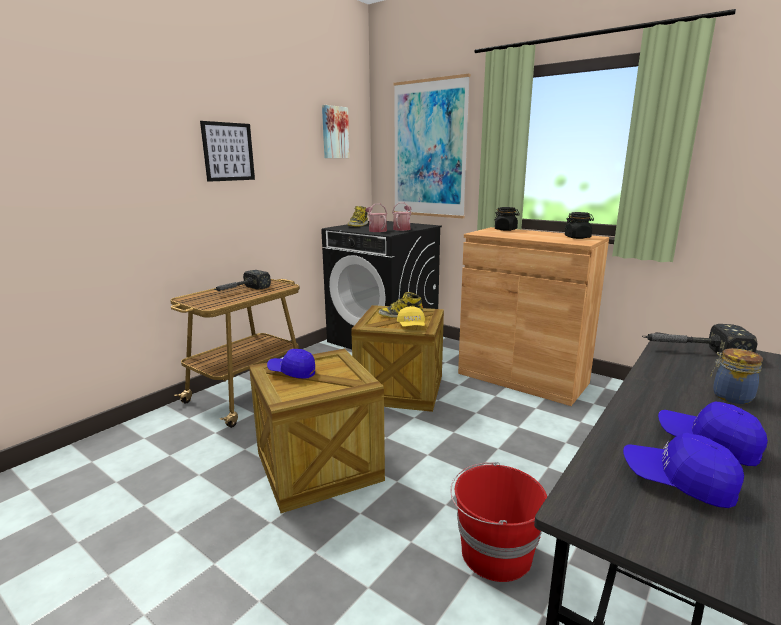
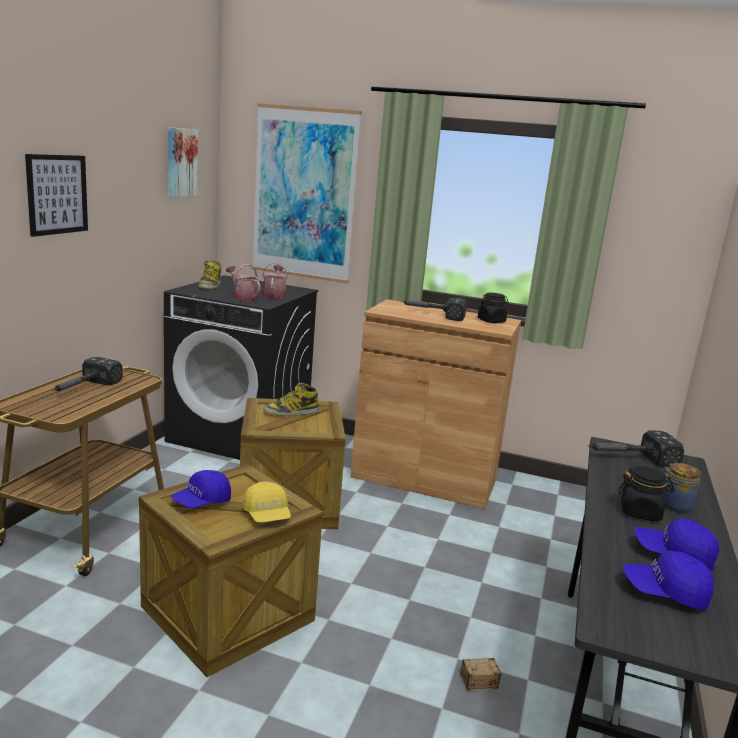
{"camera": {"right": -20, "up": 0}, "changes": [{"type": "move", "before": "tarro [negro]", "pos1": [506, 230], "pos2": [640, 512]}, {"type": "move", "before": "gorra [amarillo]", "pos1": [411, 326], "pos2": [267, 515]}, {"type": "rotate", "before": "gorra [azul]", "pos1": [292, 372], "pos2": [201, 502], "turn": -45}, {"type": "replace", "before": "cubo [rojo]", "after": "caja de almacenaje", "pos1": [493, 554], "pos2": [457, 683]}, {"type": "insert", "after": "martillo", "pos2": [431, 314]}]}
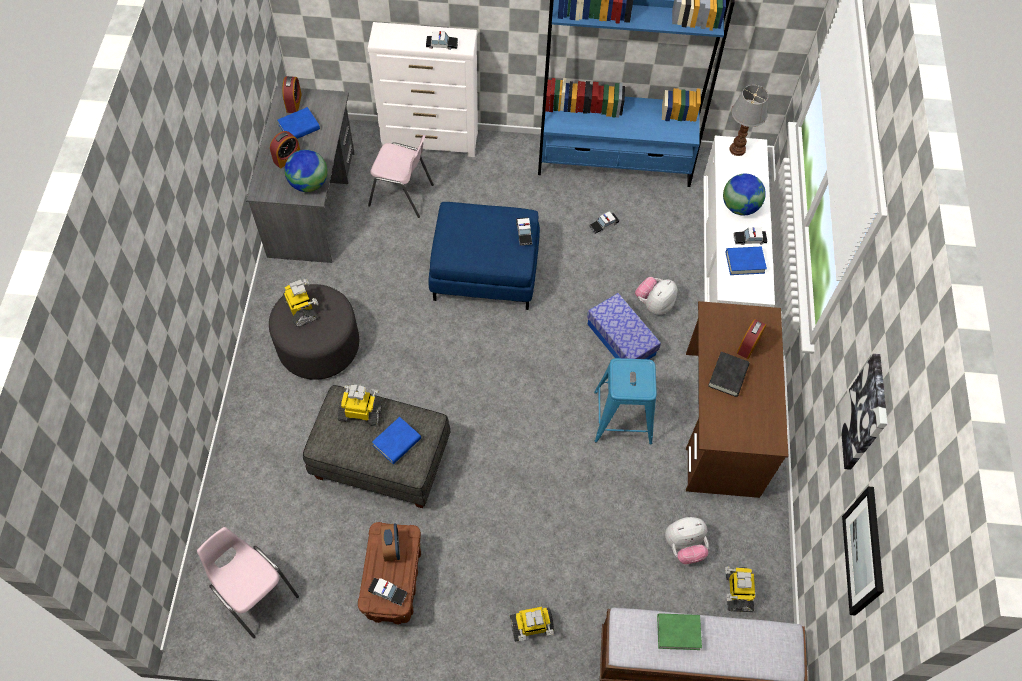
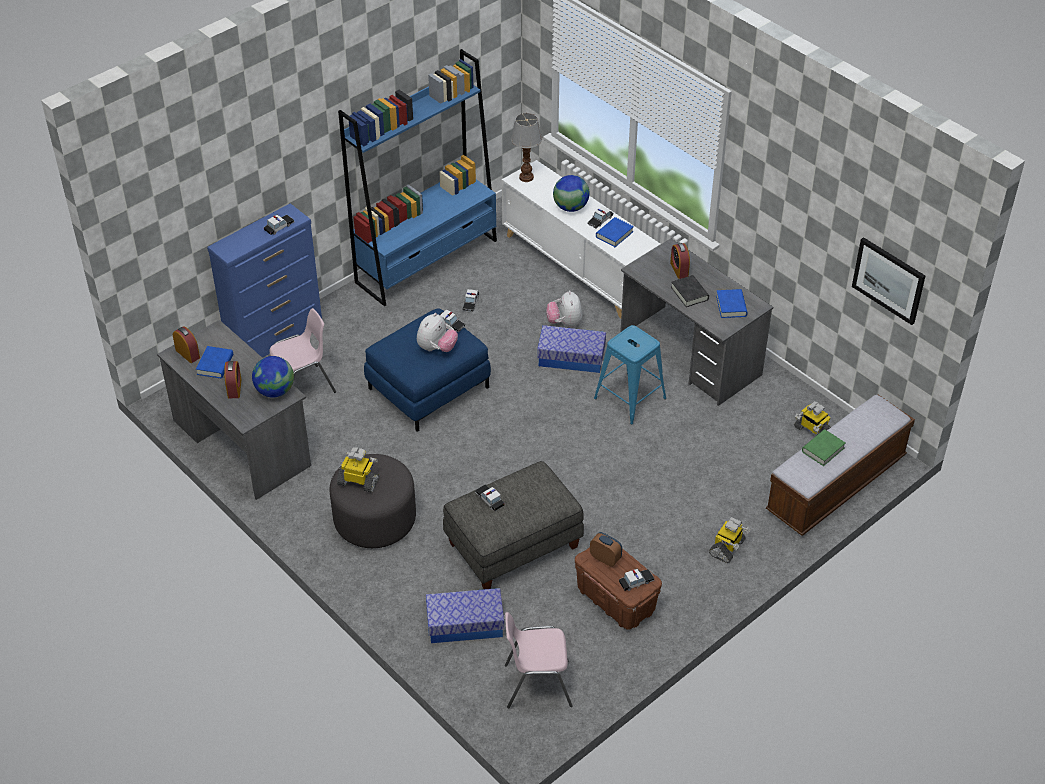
{"camera": {"right": -45, "up": -15}, "changes": [{"type": "recolor", "before": "cómoda [blanco]", "after": "cómoda [azul]", "pos1": [431, 141], "pos2": [276, 341]}, {"type": "recolor", "before": "escritorio [marrón]", "after": "escritorio [gris]", "pos1": [720, 423], "pos2": [690, 355]}, {"type": "delete", "before": "cuadro", "pos1": [865, 413]}, {"type": "replace", "before": "robot de juguete", "after": "coche de juguete", "pos1": [361, 413], "pos2": [489, 499]}, {"type": "move", "before": "libro [azul]", "pos1": [397, 442], "pos2": [731, 306]}, {"type": "move", "before": "peluche", "pos1": [684, 546], "pos2": [437, 348]}, {"type": "insert", "after": "caja de almacenaje", "pos2": [465, 624]}]}
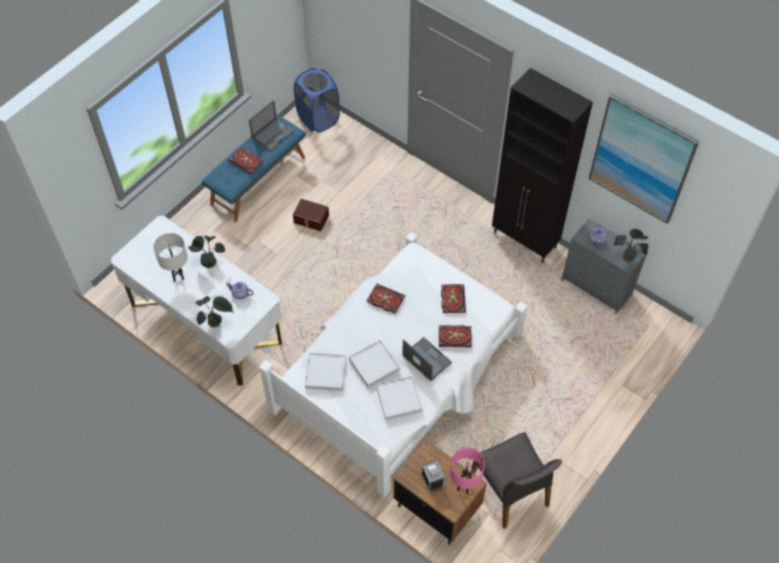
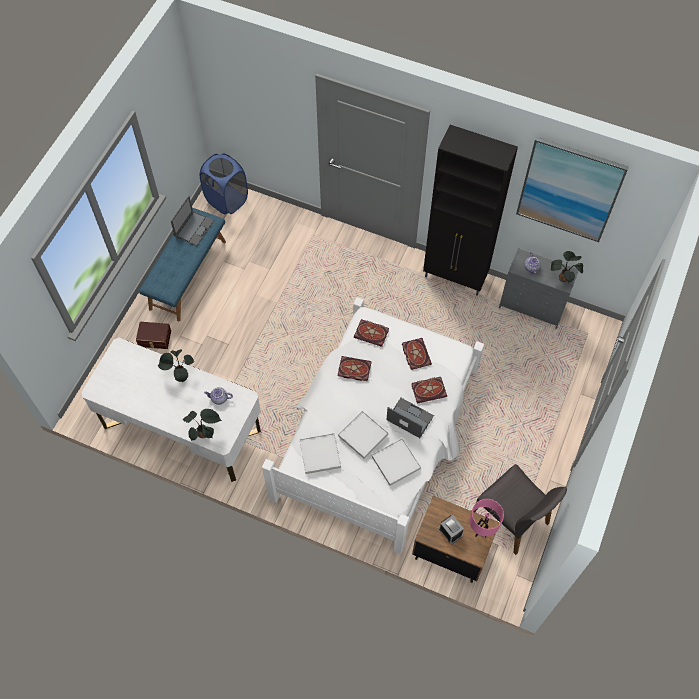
{"camera": {"right": -15, "up": 5}, "changes": [{"type": "move", "before": "libro", "pos1": [247, 161], "pos2": [372, 333]}, {"type": "move", "before": "caja de almacenaje [marrón]", "pos1": [311, 219], "pos2": [154, 339]}, {"type": "delete", "before": "lámpara de mesa [blanco]", "pos1": [178, 276]}]}
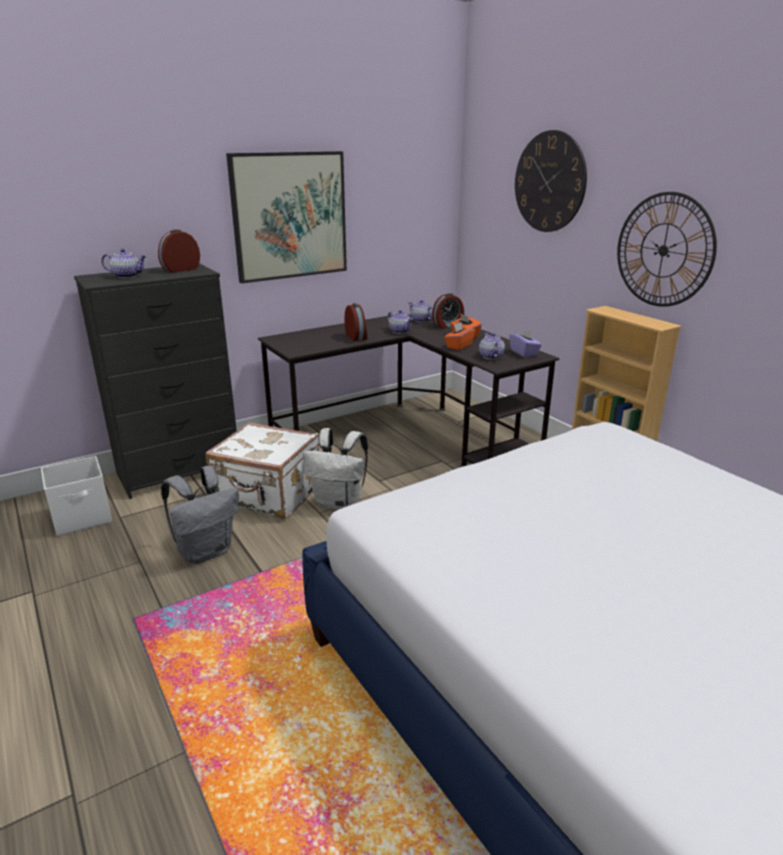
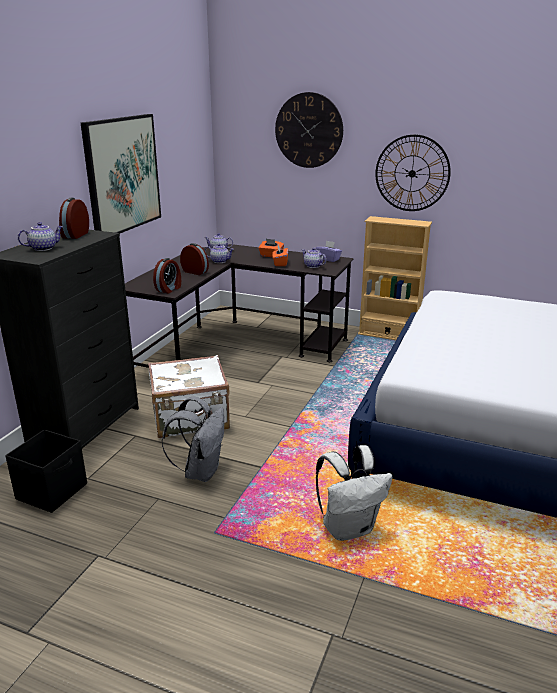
{"camera": {"right": -35, "up": 0}, "changes": [{"type": "move", "before": "despertador", "pos1": [448, 325], "pos2": [169, 289]}, {"type": "move", "before": "mochila [blanco]", "pos1": [339, 503], "pos2": [349, 528]}, {"type": "recolor", "before": "caja de almacenaje [blanco]", "after": "caja de almacenaje [negro]", "pos1": [83, 518], "pos2": [53, 491]}]}
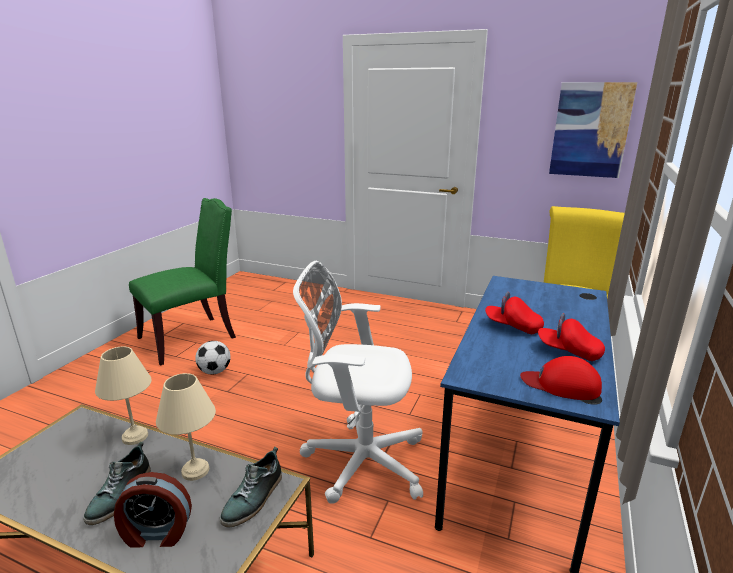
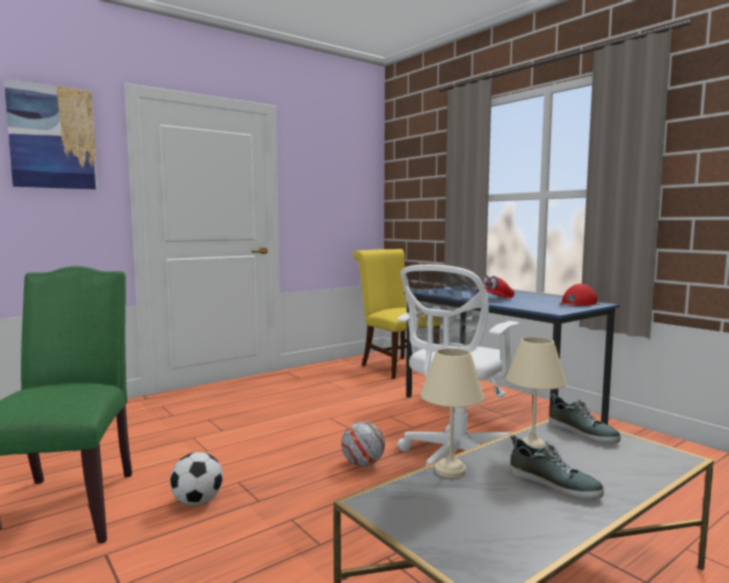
{"camera": {"right": -60, "up": -15}, "changes": [{"type": "move", "before": "cuadro", "pos1": [590, 130], "pos2": [52, 137]}, {"type": "delete", "before": "gorra [rojo]", "pos1": [568, 351]}, {"type": "delete", "before": "despertador", "pos1": [157, 533]}, {"type": "insert", "after": "balón de fútbol", "pos2": [363, 464]}]}
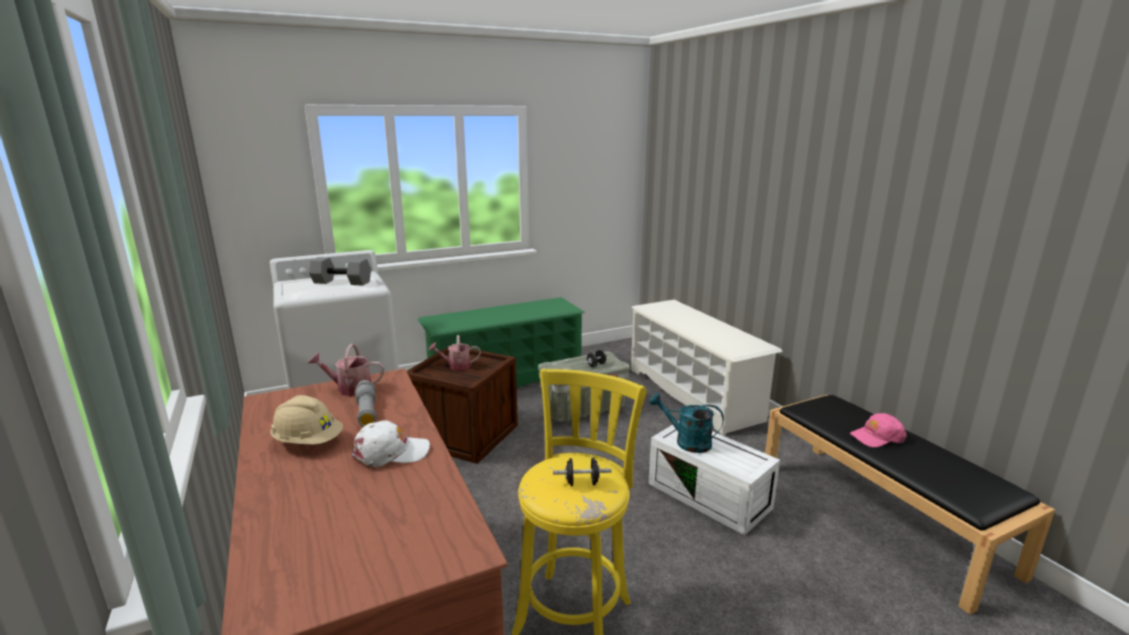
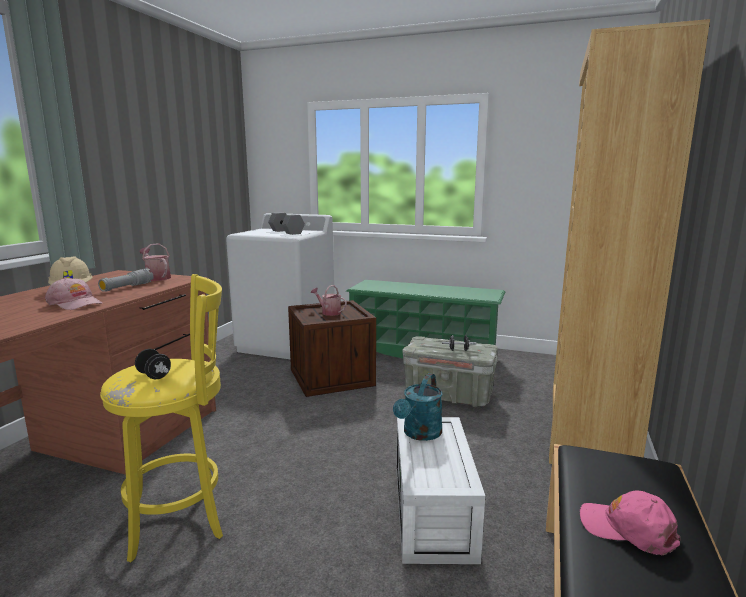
{"camera": {"right": 45, "up": -5}, "changes": [{"type": "replace", "before": "zapatero [blanco]", "after": "estantería [marrón]", "pos1": [693, 394], "pos2": [587, 427]}, {"type": "rotate", "before": "regadera [turquesa]", "pos1": [686, 442], "pos2": [420, 434], "turn": -135}, {"type": "recolor", "before": "gorra [blanco]", "after": "gorra [rosa]", "pos1": [391, 452], "pos2": [75, 303]}]}
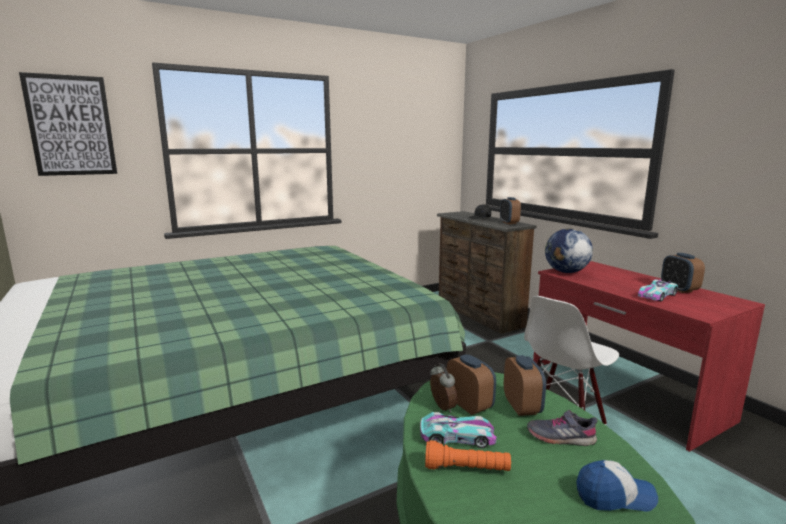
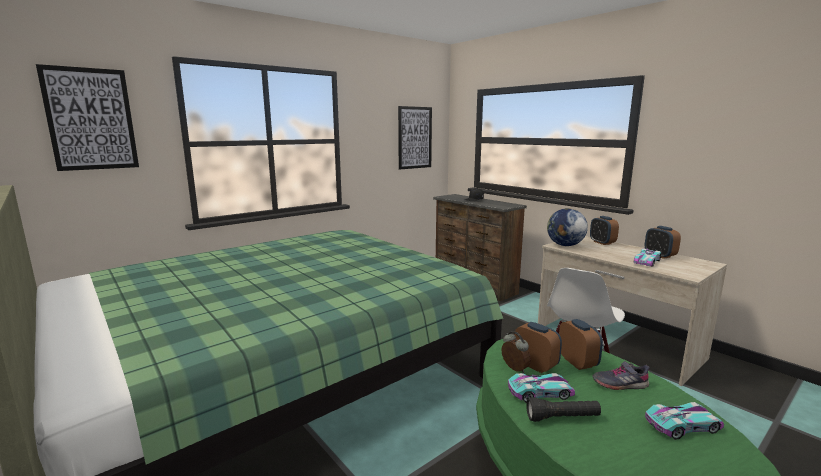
{"camera": {"right": -10, "up": 0}, "changes": [{"type": "move", "before": "despertador", "pos1": [509, 223], "pos2": [602, 242]}, {"type": "recolor", "before": "escritorio [rojo]", "after": "escritorio [beis]", "pos1": [623, 392], "pos2": [616, 343]}, {"type": "recolor", "before": "linterna [naranja]", "after": "linterna [negro]", "pos1": [467, 469], "pos2": [562, 418]}, {"type": "replace", "before": "gorra", "after": "coche de juguete", "pos1": [614, 496], "pos2": [683, 426]}, {"type": "insert", "after": "cuadro", "pos2": [414, 137]}]}
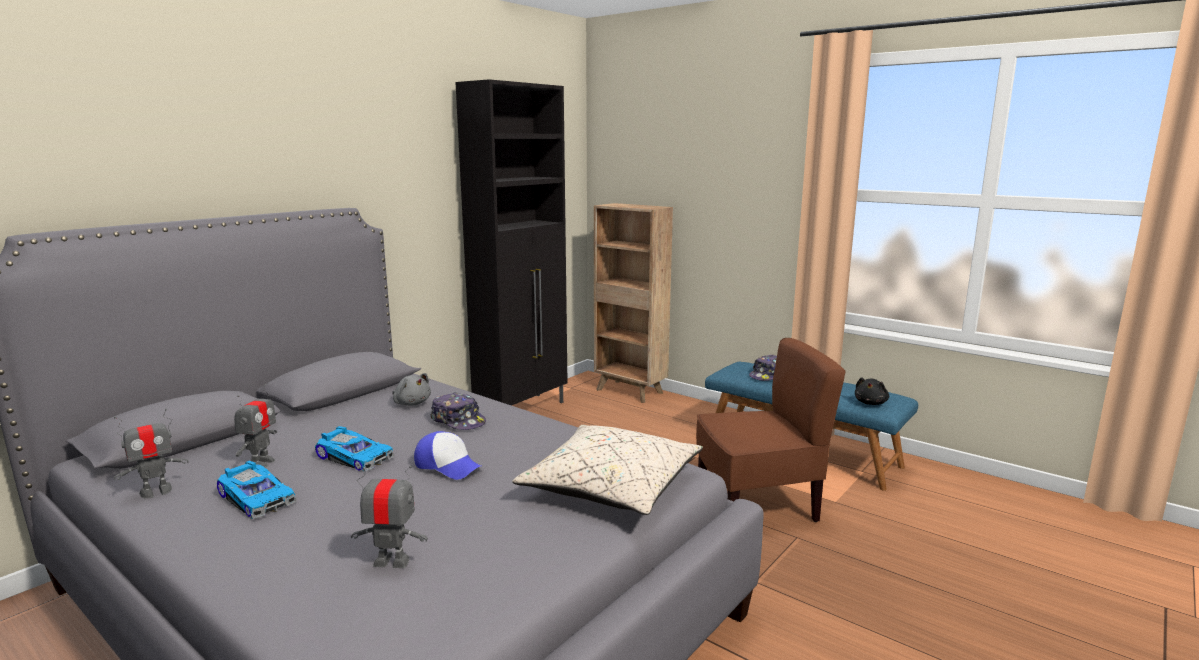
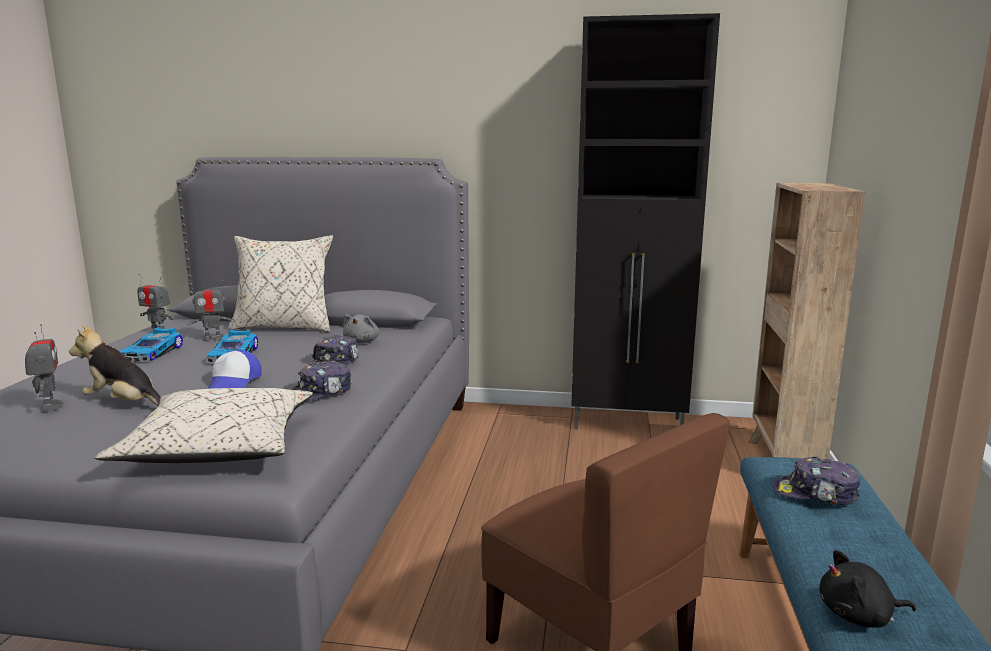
{"camera": {"right": 60, "up": 0}, "changes": [{"type": "insert", "after": "cojín [beis]", "pos2": [284, 327]}, {"type": "insert", "after": "peluche", "pos2": [125, 404]}, {"type": "insert", "after": "gorra", "pos2": [320, 393]}]}
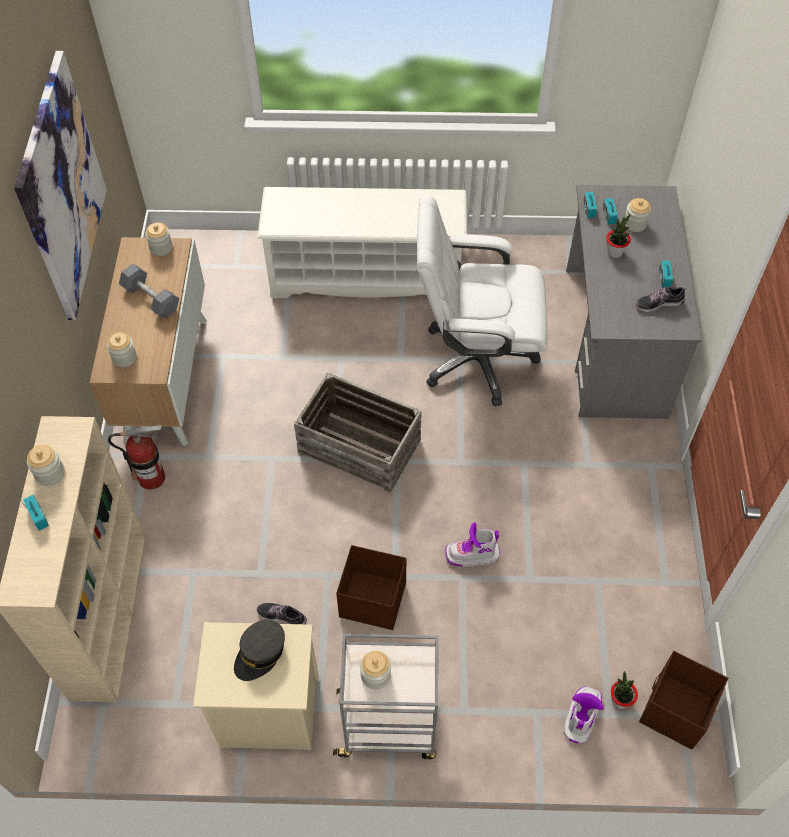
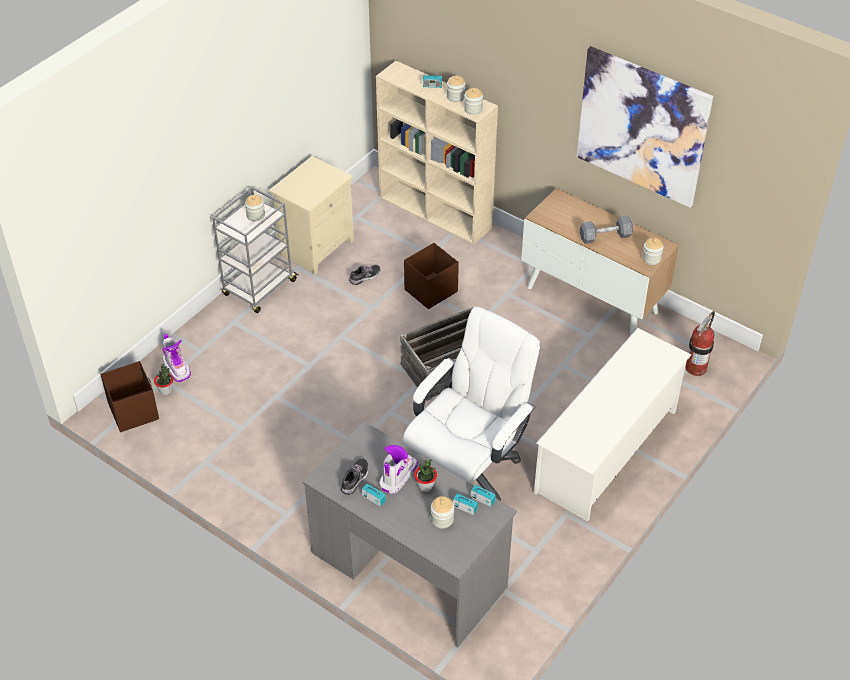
{"camera": {"right": 125, "up": -10}, "changes": [{"type": "move", "before": "tarro", "pos1": [124, 357], "pos2": [473, 109]}, {"type": "move", "before": "extintor", "pos1": [152, 478], "pos2": [696, 368]}, {"type": "move", "before": "bota", "pos1": [472, 555], "pos2": [397, 476]}, {"type": "move", "before": "caja de almacenaje [marrón]", "pos1": [372, 599], "pos2": [431, 290]}, {"type": "delete", "before": "gorra [gris]", "pos1": [260, 653]}]}
